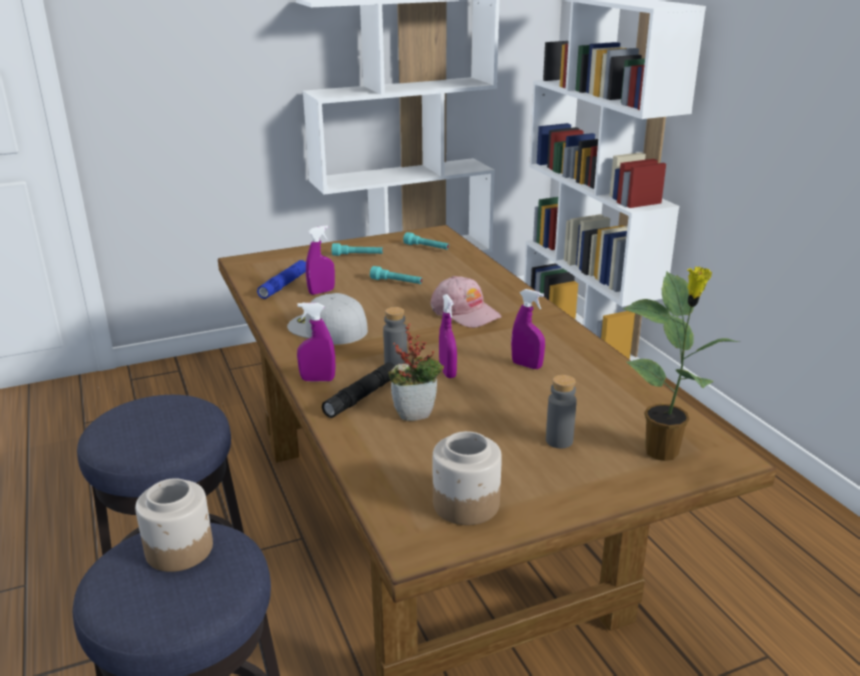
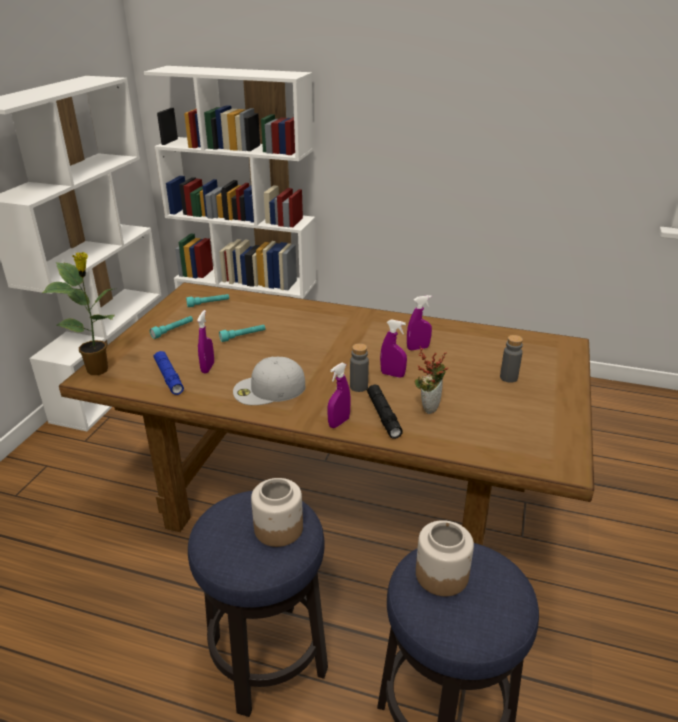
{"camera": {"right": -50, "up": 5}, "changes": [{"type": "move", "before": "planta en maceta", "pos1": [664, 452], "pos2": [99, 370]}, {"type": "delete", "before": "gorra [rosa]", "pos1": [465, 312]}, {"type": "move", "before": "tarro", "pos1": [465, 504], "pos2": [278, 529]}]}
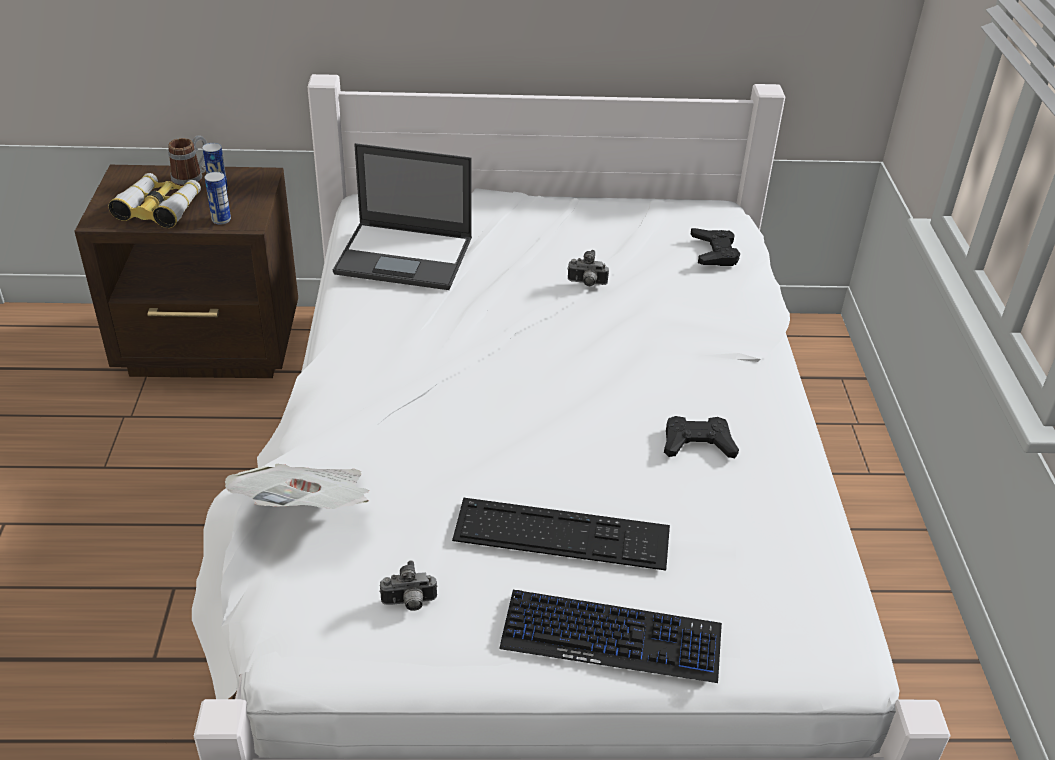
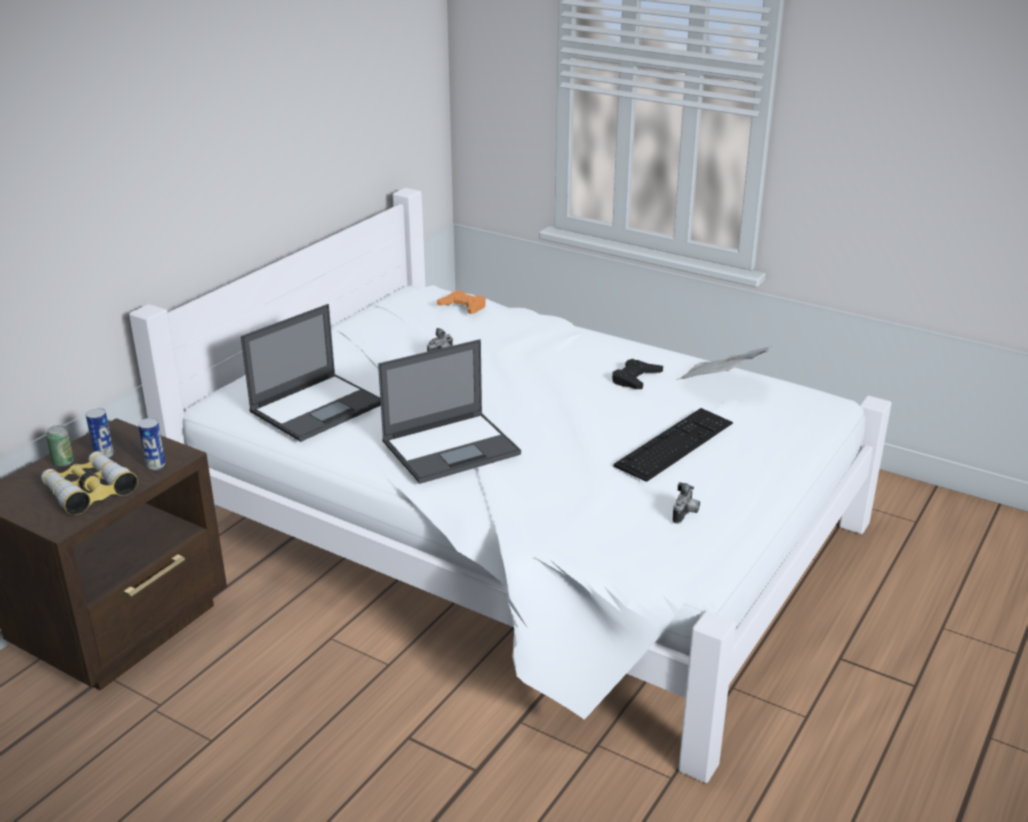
{"camera": {"right": -55, "up": -10}, "changes": [{"type": "replace", "before": "taza grande", "after": "lata", "pos1": [192, 178], "pos2": [63, 462]}, {"type": "recolor", "before": "mando de consola [negro]", "after": "mando de consola [naranja]", "pos1": [714, 252], "pos2": [463, 307]}, {"type": "move", "before": "periódico", "pos1": [308, 511], "pos2": [720, 385]}, {"type": "delete", "before": "teclado", "pos1": [611, 638]}, {"type": "insert", "after": "portátil", "pos2": [452, 447]}]}
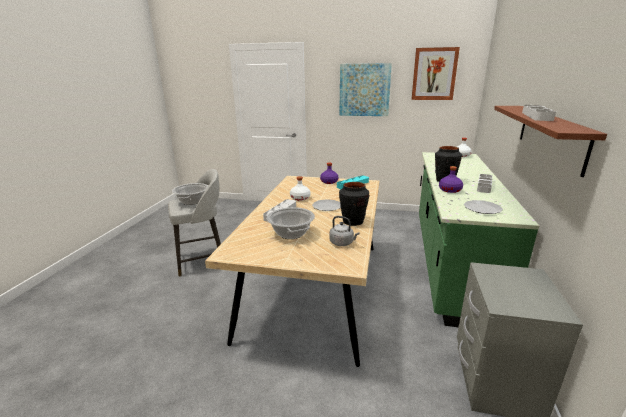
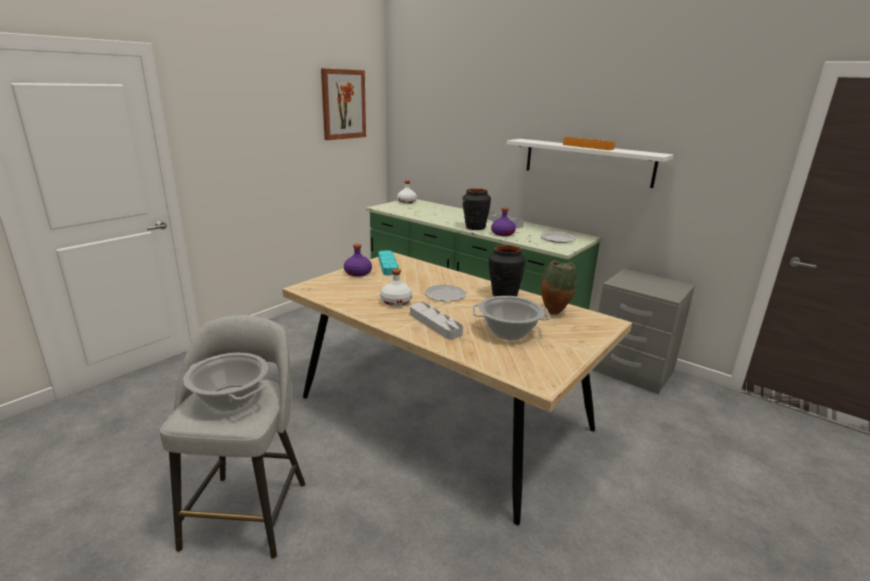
{"camera": {"right": -65, "up": 0}, "changes": [{"type": "delete", "before": "cuadro", "pos1": [364, 90]}, {"type": "recolor", "before": "bandeja [gris]", "after": "bandeja [naranja]", "pos1": [536, 116], "pos2": [587, 147]}, {"type": "recolor", "before": "estante [marrón]", "after": "estante [blanco]", "pos1": [550, 135], "pos2": [587, 162]}, {"type": "replace", "before": "hervidor [gris]", "after": "florero", "pos1": [342, 243], "pos2": [554, 312]}]}
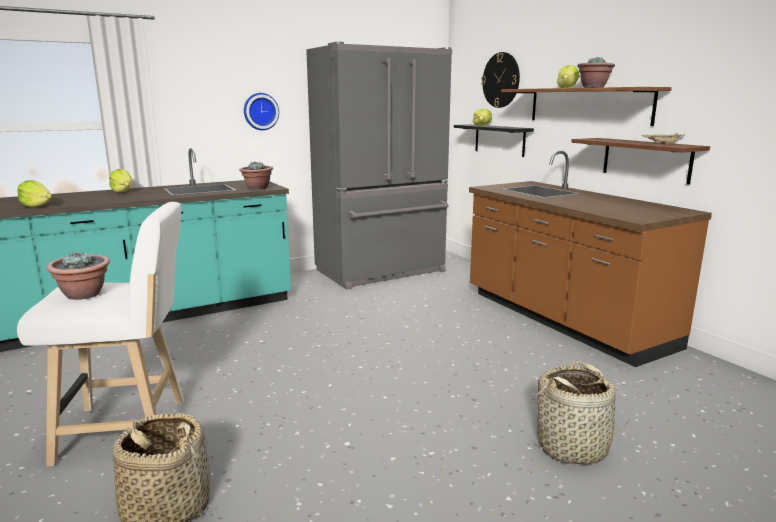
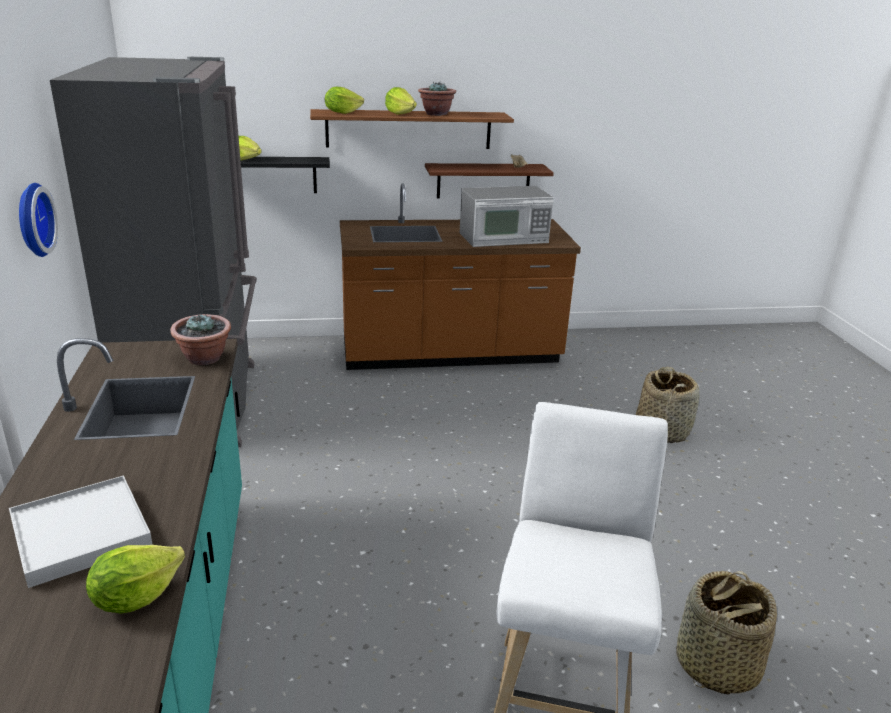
{"camera": {"right": -70, "up": 10}, "changes": [{"type": "delete", "before": "reloj de pared", "pos1": [501, 80]}, {"type": "move", "before": "lechuga", "pos1": [123, 191], "pos2": [342, 112]}, {"type": "delete", "before": "planta en maceta", "pos1": [84, 295]}, {"type": "insert", "after": "microondas", "pos2": [504, 238]}, {"type": "insert", "after": "bandeja [blanco]", "pos2": [81, 534]}]}
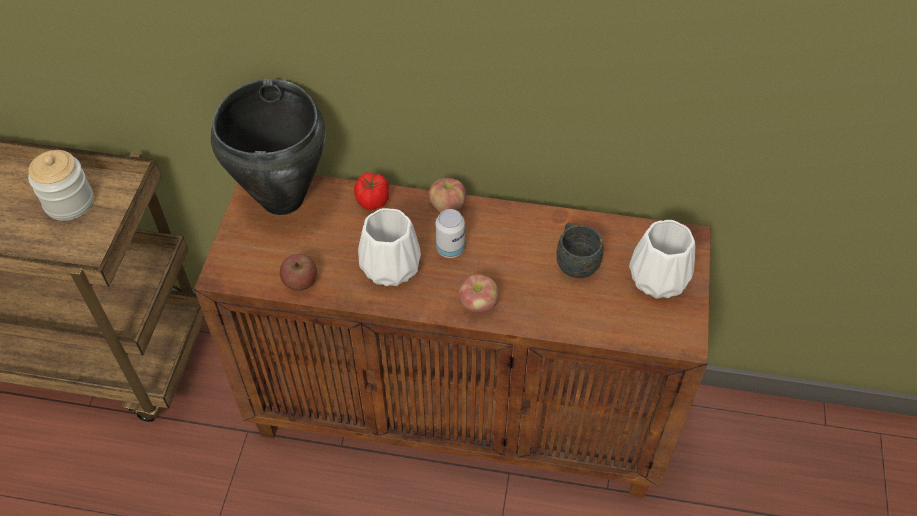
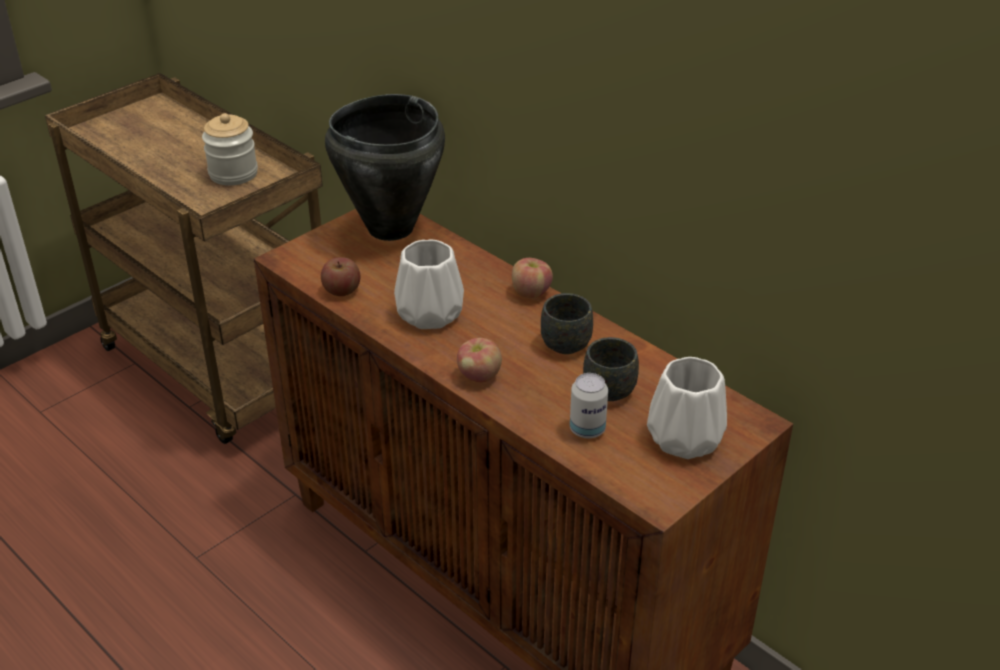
{"camera": {"right": 35, "up": -15}, "changes": [{"type": "delete", "before": "tomate", "pos1": [372, 201]}, {"type": "move", "before": "lata", "pos1": [450, 249], "pos2": [587, 430]}, {"type": "insert", "after": "taza grande [gris]", "pos2": [566, 340]}]}
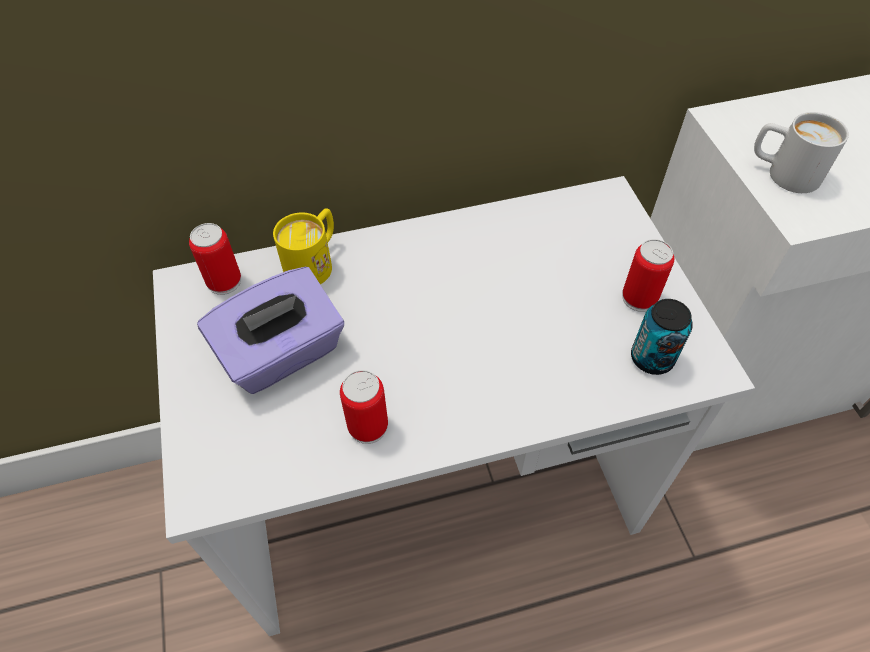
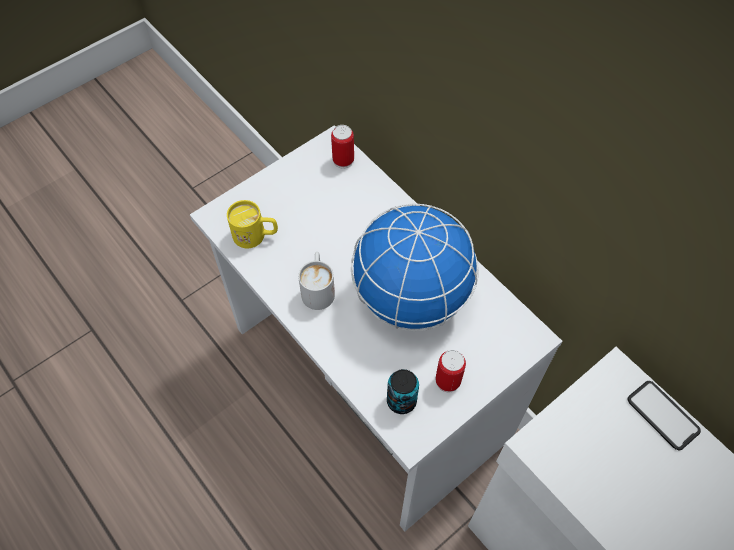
{"camera": {"right": 65, "up": 5}, "changes": [{"type": "move", "before": "taza grande [blanco]", "pos1": [782, 173], "pos2": [318, 288]}, {"type": "move", "before": "taza grande [amarillo]", "pos1": [315, 262], "pos2": [256, 236]}, {"type": "delete", "before": "caja de pañuelos [morado]", "pos1": [282, 354]}, {"type": "delete", "before": "lata", "pos1": [368, 426]}, {"type": "insert", "after": "globo terráqueo", "pos2": [412, 298]}, {"type": "insert", "after": "móvil", "pos2": [662, 415]}]}
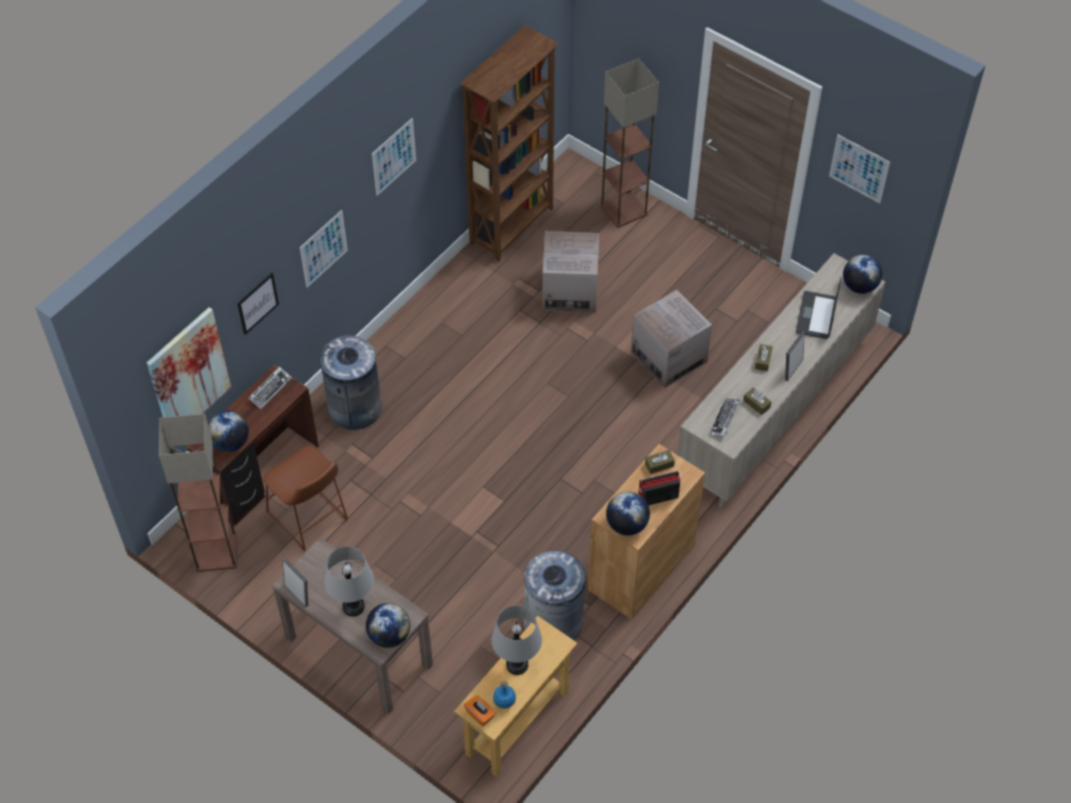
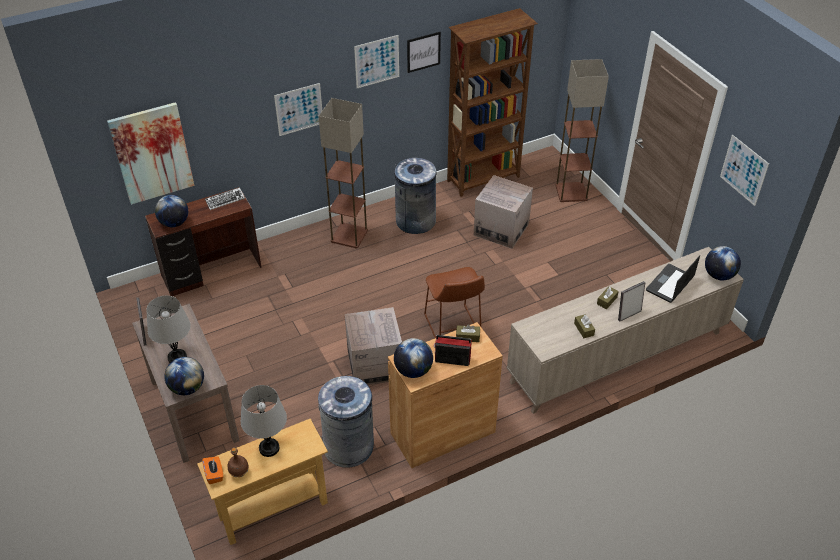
{"camera": {"right": 25, "up": -10}, "changes": [{"type": "move", "before": "cuadro", "pos1": [257, 303], "pos2": [423, 52]}, {"type": "move", "before": "caja de cartón", "pos1": [668, 357], "pos2": [375, 364]}, {"type": "move", "before": "papelera [gris]", "pos1": [355, 408], "pos2": [415, 221]}, {"type": "delete", "before": "teclado", "pos1": [724, 419]}, {"type": "move", "before": "lámpara de pie", "pos1": [215, 551], "pos2": [349, 235]}, {"type": "move", "before": "taburete [marrón]", "pos1": [309, 519], "pos2": [453, 329]}, {"type": "recolor", "before": "botella [azul]", "after": "botella [marrón]", "pos1": [504, 702], "pos2": [239, 473]}]}
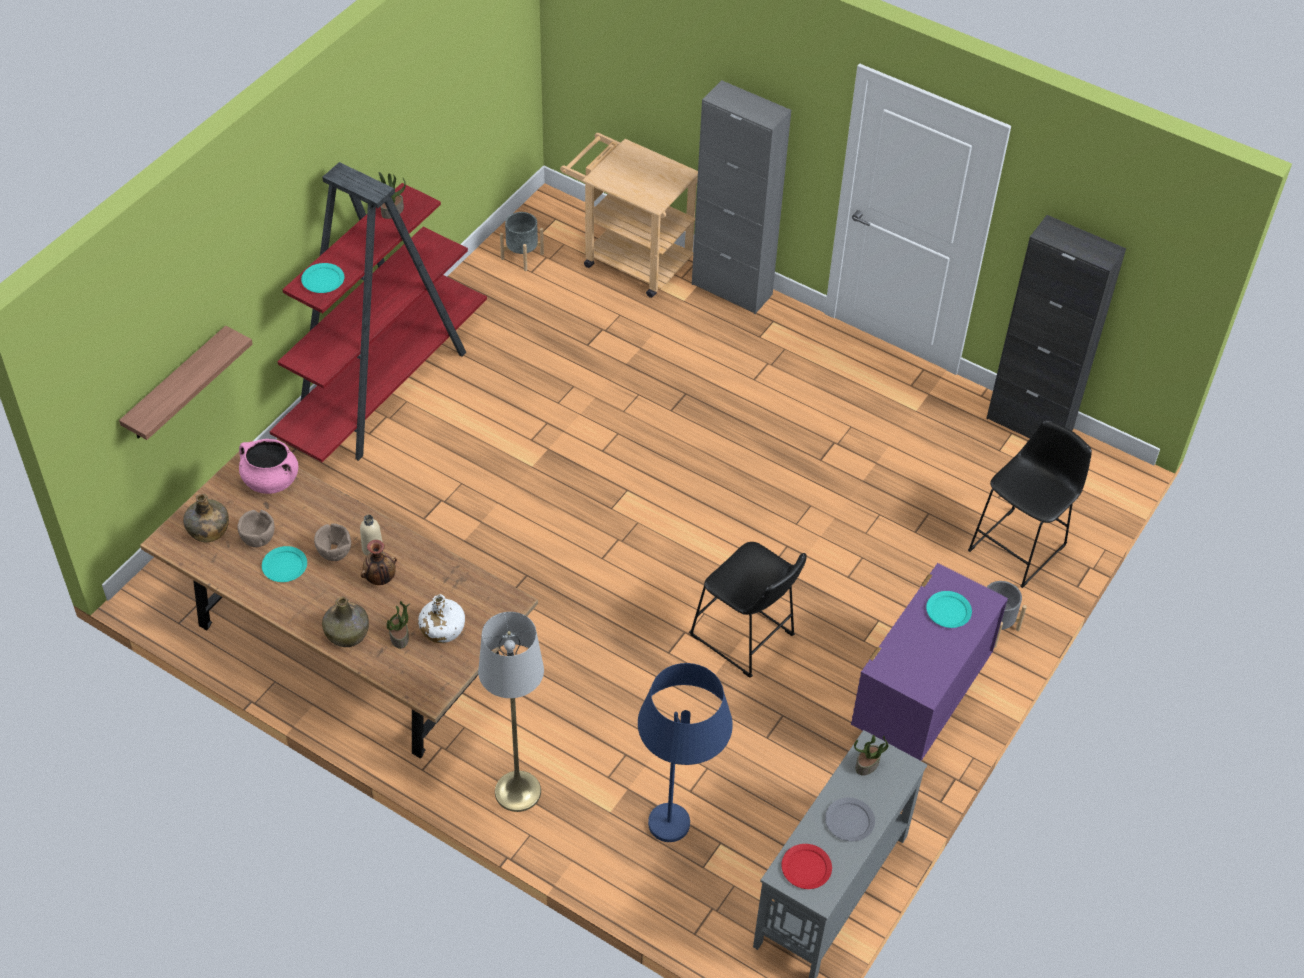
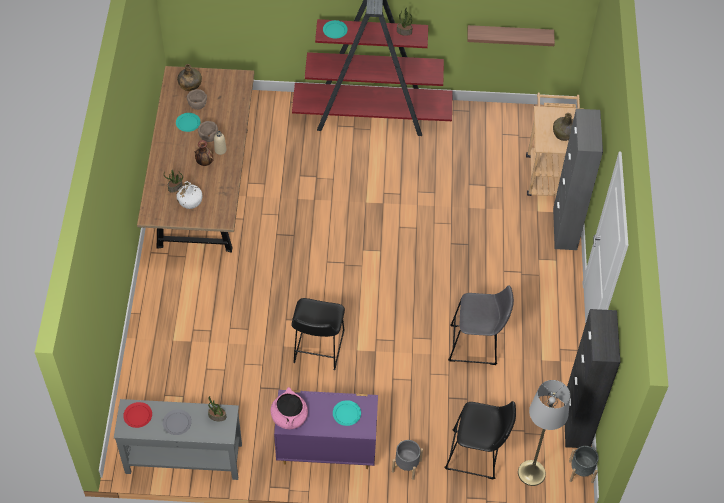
{"camera": {"right": 60, "up": 5}, "changes": [{"type": "move", "before": "maceta [gris]", "pos1": [522, 256], "pos2": [581, 471]}, {"type": "move", "before": "estante", "pos1": [176, 385], "pos2": [509, 35]}, {"type": "move", "before": "olla [rosa]", "pos1": [270, 480], "pos2": [289, 417]}, {"type": "move", "before": "botella [verde]", "pos1": [347, 633], "pos2": [564, 134]}, {"type": "move", "before": "lámpara de pie [gris]", "pos1": [517, 791], "pos2": [531, 473]}, {"type": "delete", "before": "lámpara de pie [azul]", "pos1": [676, 843]}, {"type": "insert", "after": "taburete [gris]", "pos2": [476, 345]}]}
